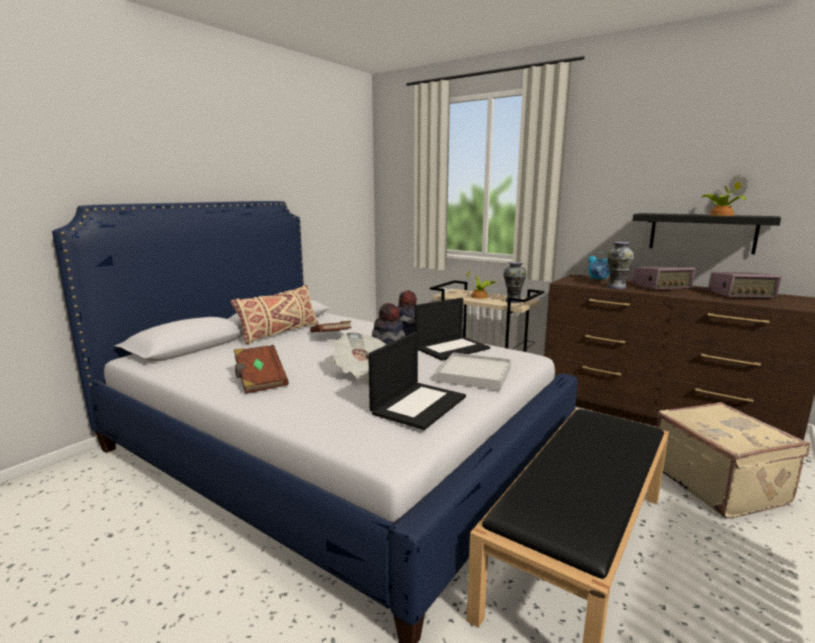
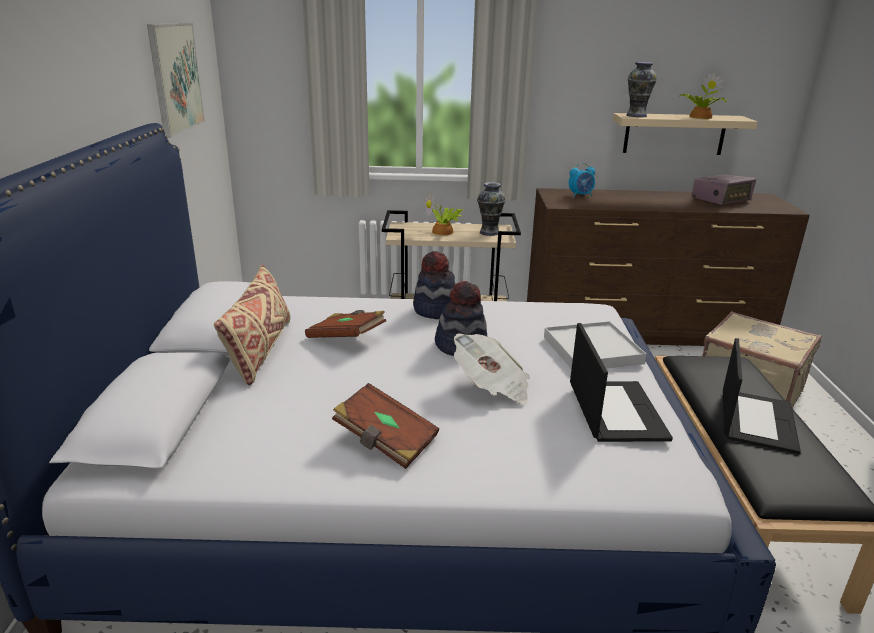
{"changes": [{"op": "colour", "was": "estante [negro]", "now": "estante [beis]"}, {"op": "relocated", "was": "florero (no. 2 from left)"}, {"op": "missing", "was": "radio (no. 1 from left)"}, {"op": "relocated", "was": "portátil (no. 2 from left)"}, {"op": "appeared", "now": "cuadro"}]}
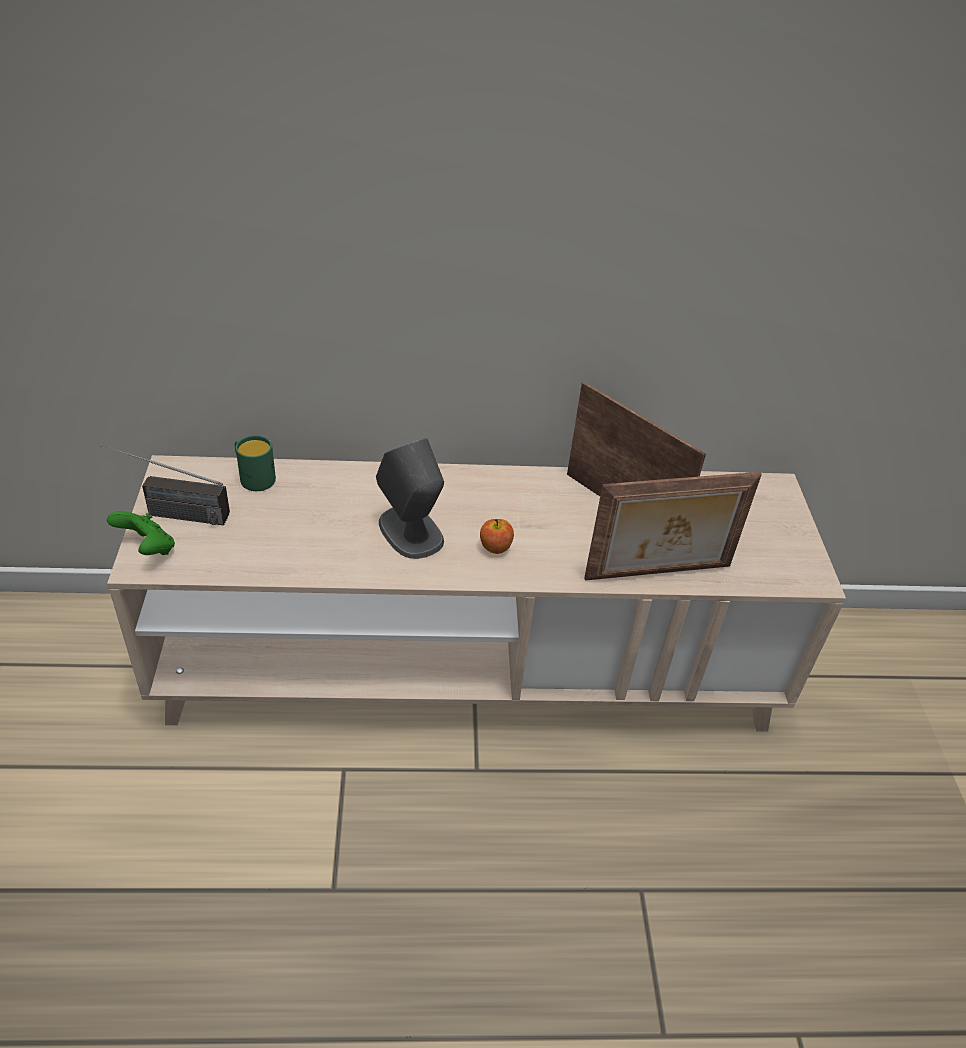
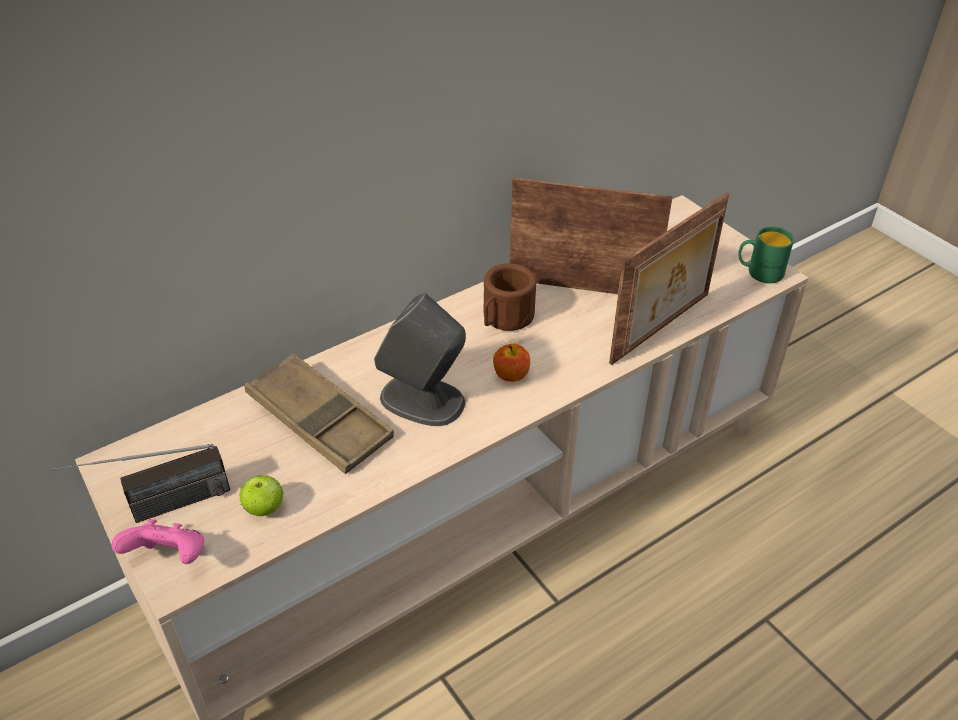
{"changes": [{"op": "relocated", "was": "taza grande [verde]"}, {"op": "colour", "was": "mando de consola [verde]", "now": "mando de consola [rosa]"}, {"op": "appeared", "now": "taza grande [marrón]"}, {"op": "appeared", "now": "bandeja [marrón]"}, {"op": "appeared", "now": "manzana (no. 1 from left)"}]}
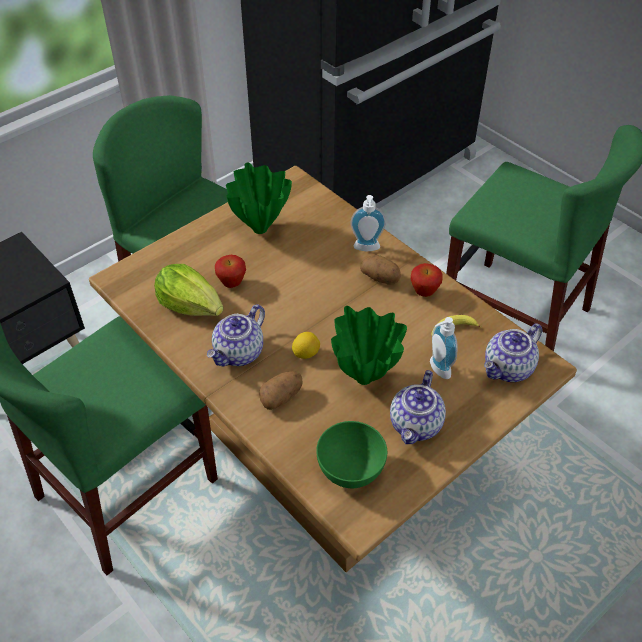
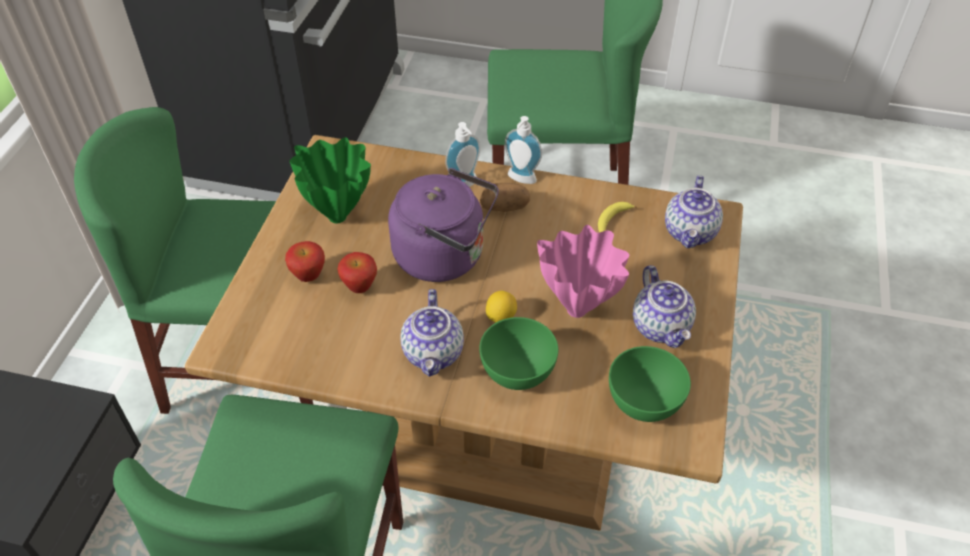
{"changes": [{"op": "relocated", "was": "manzana (no. 2 from left in the first image)", "now": "manzana (no. 1 from left)"}, {"op": "missing", "was": "lechuga"}, {"op": "colour", "was": "florero [verde] (no. 2 from left)", "now": "florero [rosa]"}, {"op": "relocated", "was": "dispensador de jabón (no. 2 from left)"}, {"op": "exchanged", "was": "patata (no. 1 from left)", "now": "cuenco [verde] (no. 1 from left)"}, {"op": "appeared", "now": "hervidor [morado]"}]}
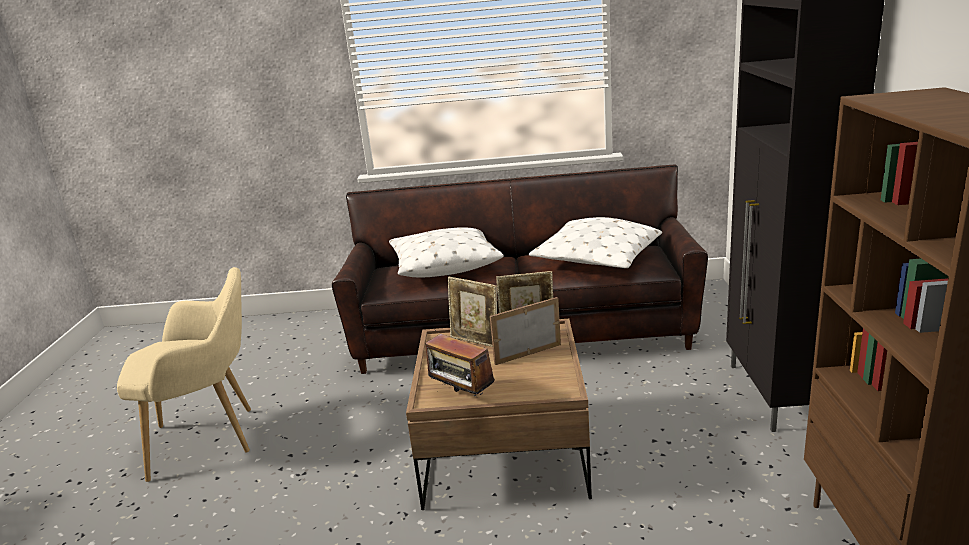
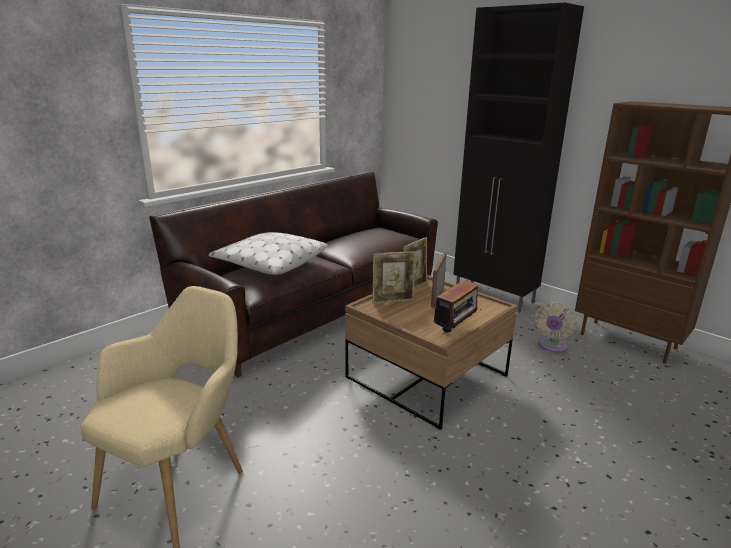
{"changes": [{"op": "missing", "was": "cojín [blanco] (no. 2 from left)"}, {"op": "spun", "was": "radio", "clockwise": -45}, {"op": "appeared", "now": "ventilador [beis]"}]}
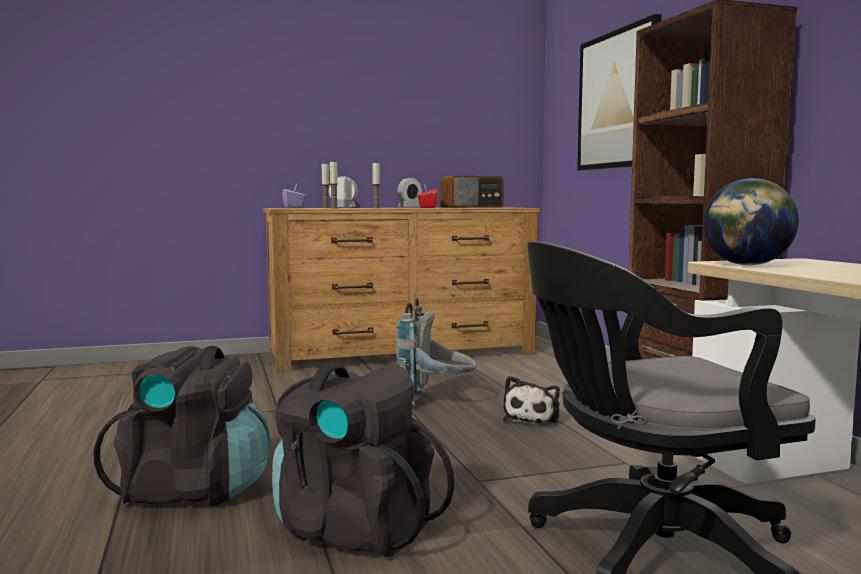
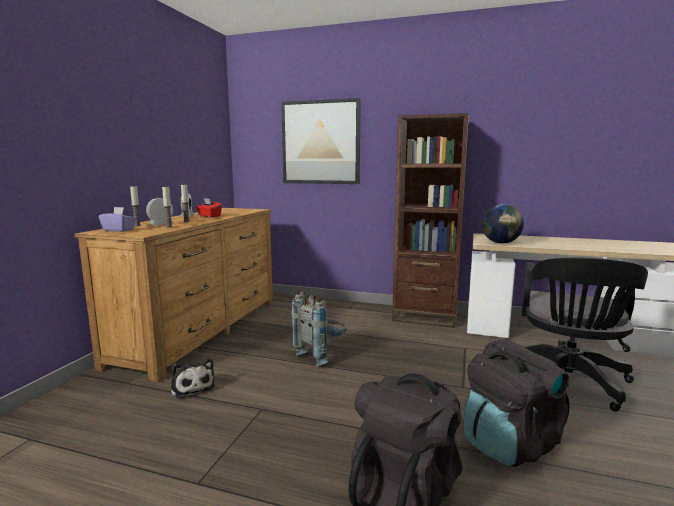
{"changes": [{"op": "missing", "was": "radio"}, {"op": "relocated", "was": "peluche"}]}
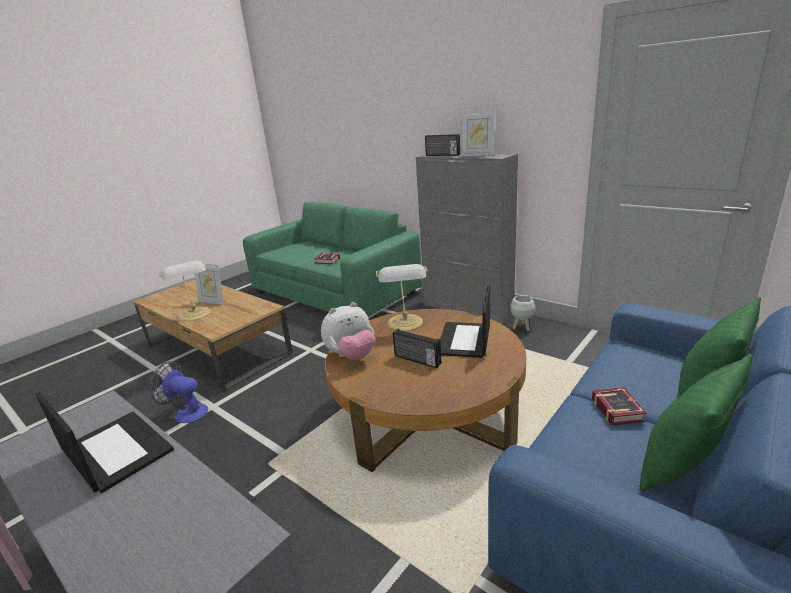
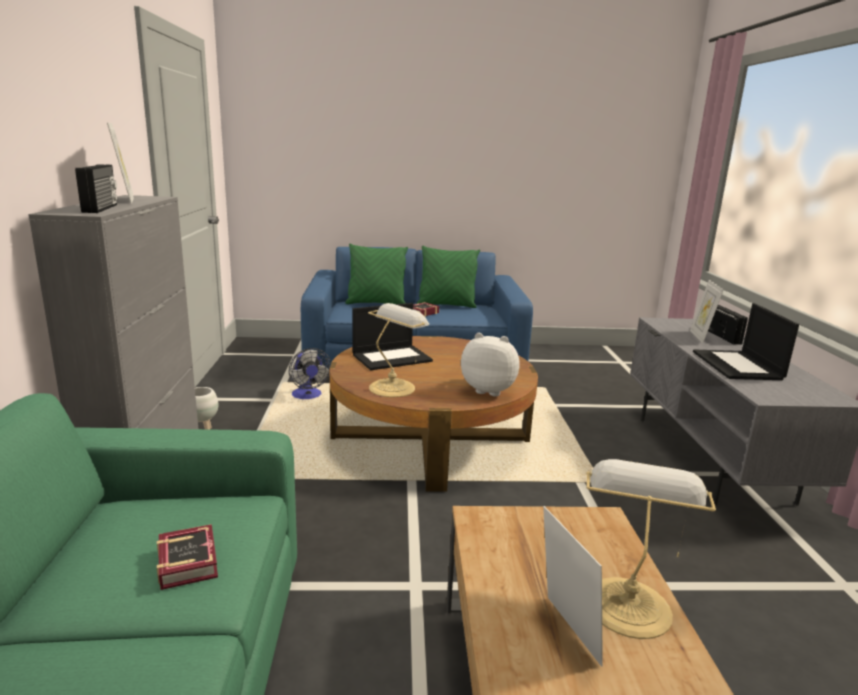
{"changes": [{"op": "relocated", "was": "radio (no. 1 from left in the first image)", "now": "radio (no. 2 from left)"}, {"op": "relocated", "was": "ventilador"}, {"op": "appeared", "now": "portarretratos (no. 3 from left)"}]}
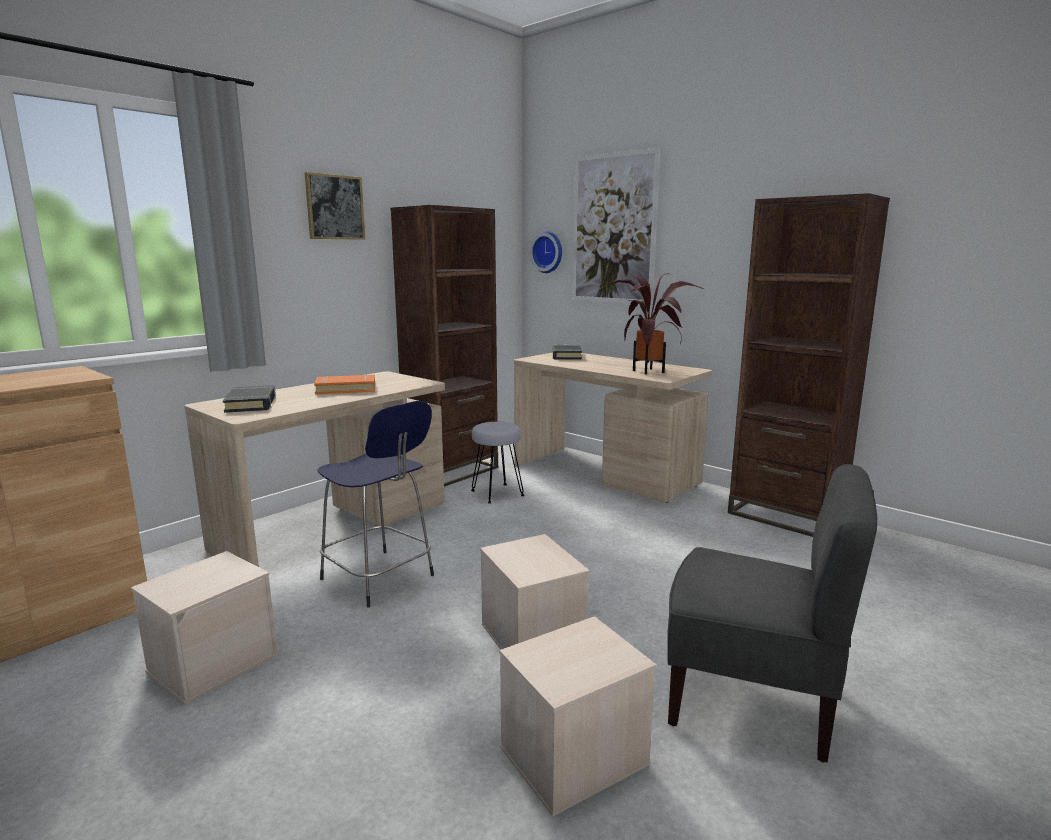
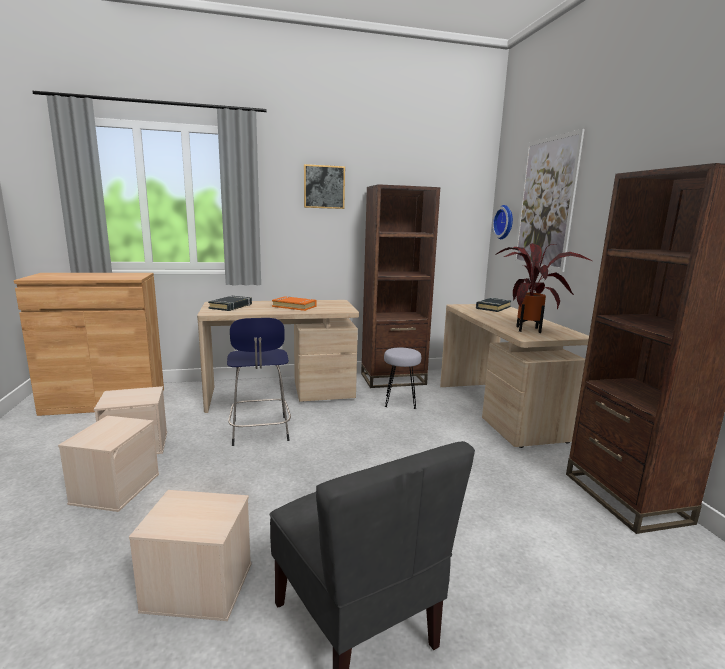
{"changes": [{"op": "relocated", "was": "caja de almacenaje [beis] (no. 2 from left in the first image)", "now": "caja de almacenaje [beis] (no. 1 from left)"}]}
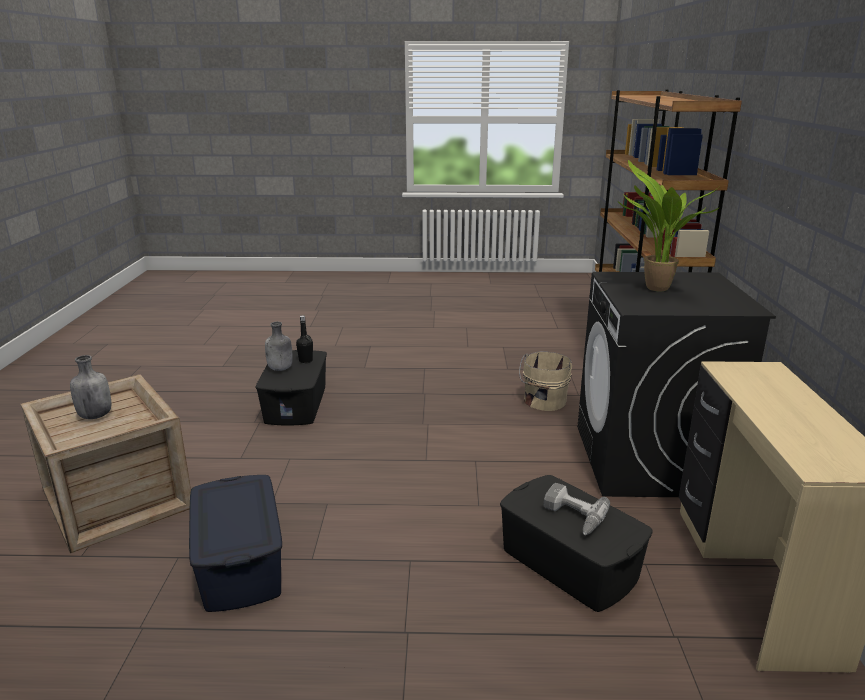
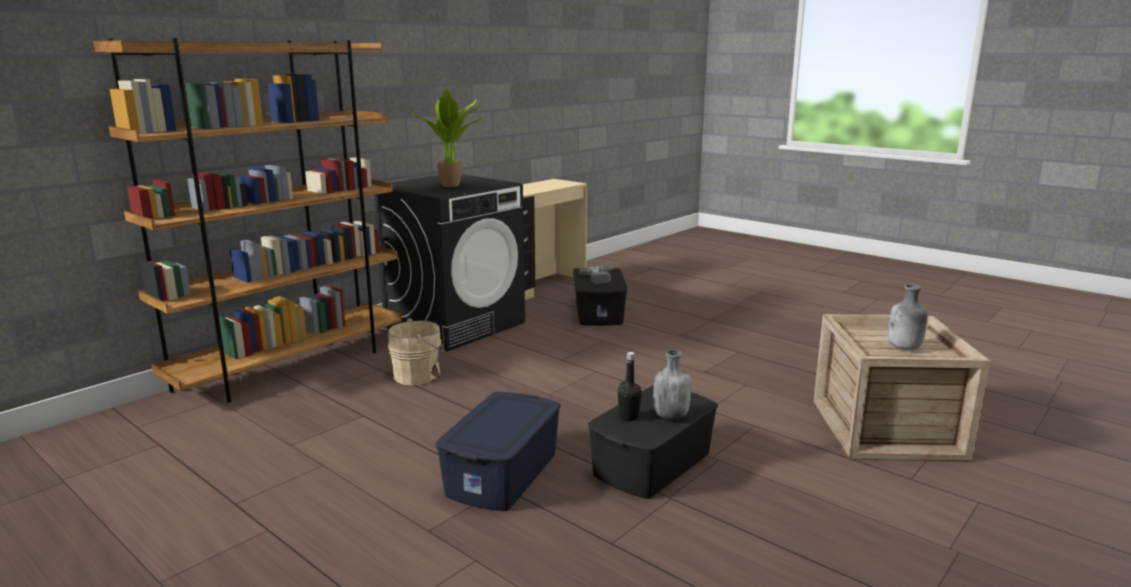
{"changes": [{"op": "relocated", "was": "caja de almacenaje [azul]"}]}
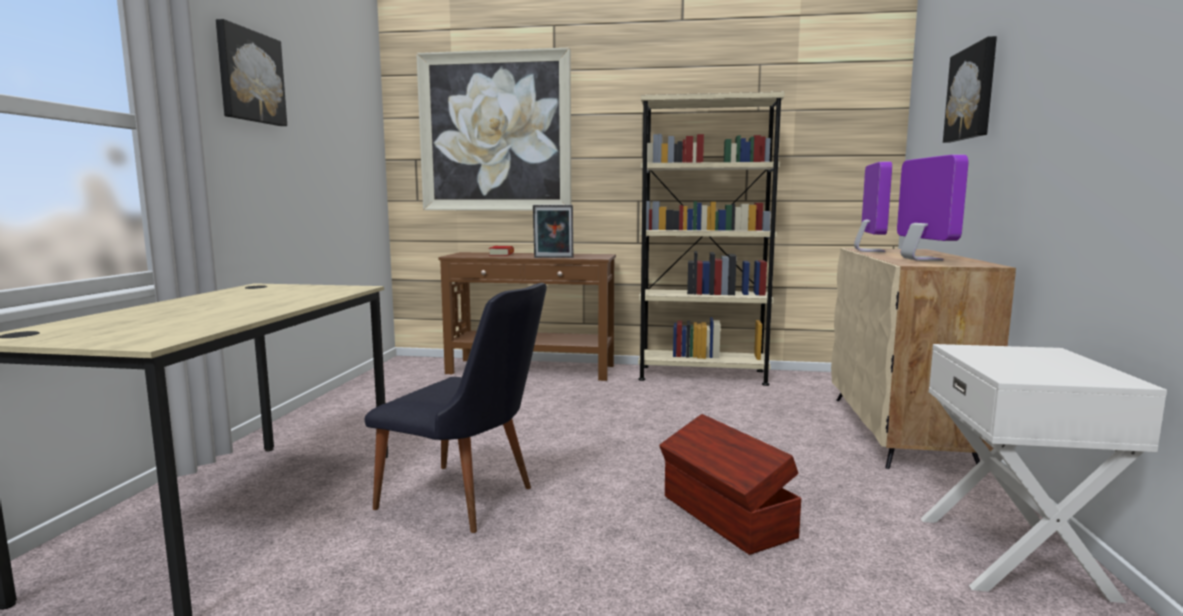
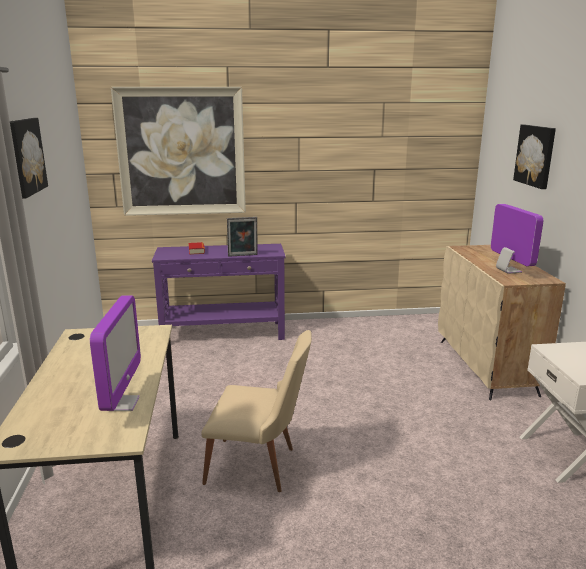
{"changes": [{"op": "missing", "was": "estantería [beis]"}, {"op": "relocated", "was": "monitor (no. 1 from left)"}, {"op": "colour", "was": "mesa consola [marrón]", "now": "mesa consola [morado]"}, {"op": "colour", "was": "silla [negro]", "now": "silla [beis]"}, {"op": "missing", "was": "caja de almacenaje [marrón]"}]}
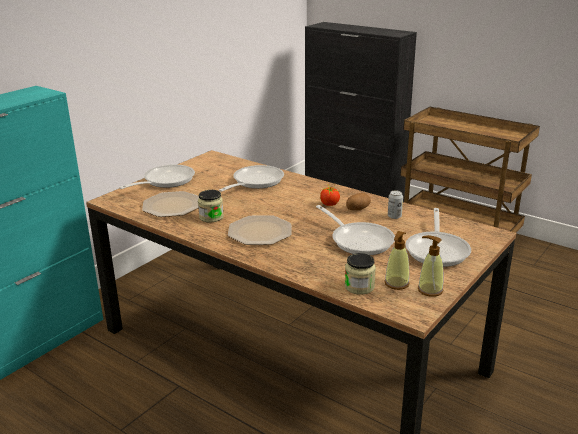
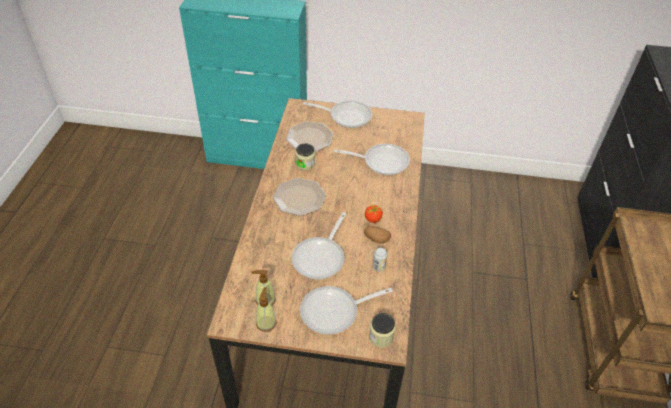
{"changes": [{"op": "relocated", "was": "tarro (no. 2 from left)"}]}
